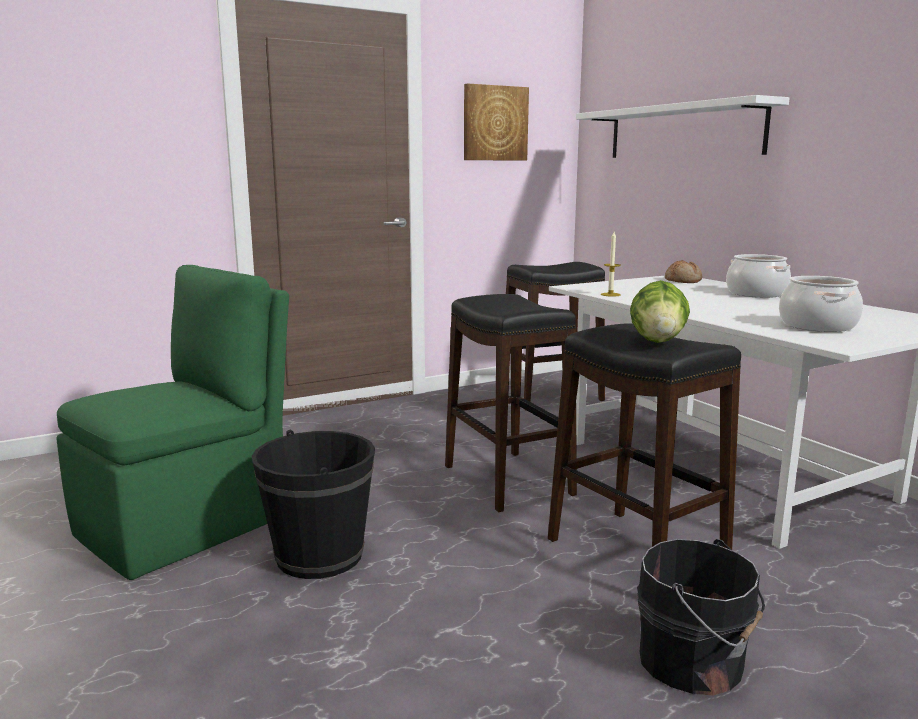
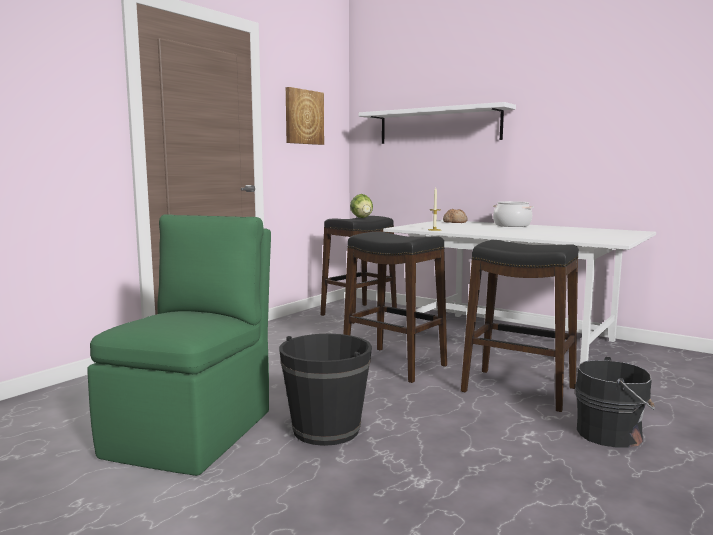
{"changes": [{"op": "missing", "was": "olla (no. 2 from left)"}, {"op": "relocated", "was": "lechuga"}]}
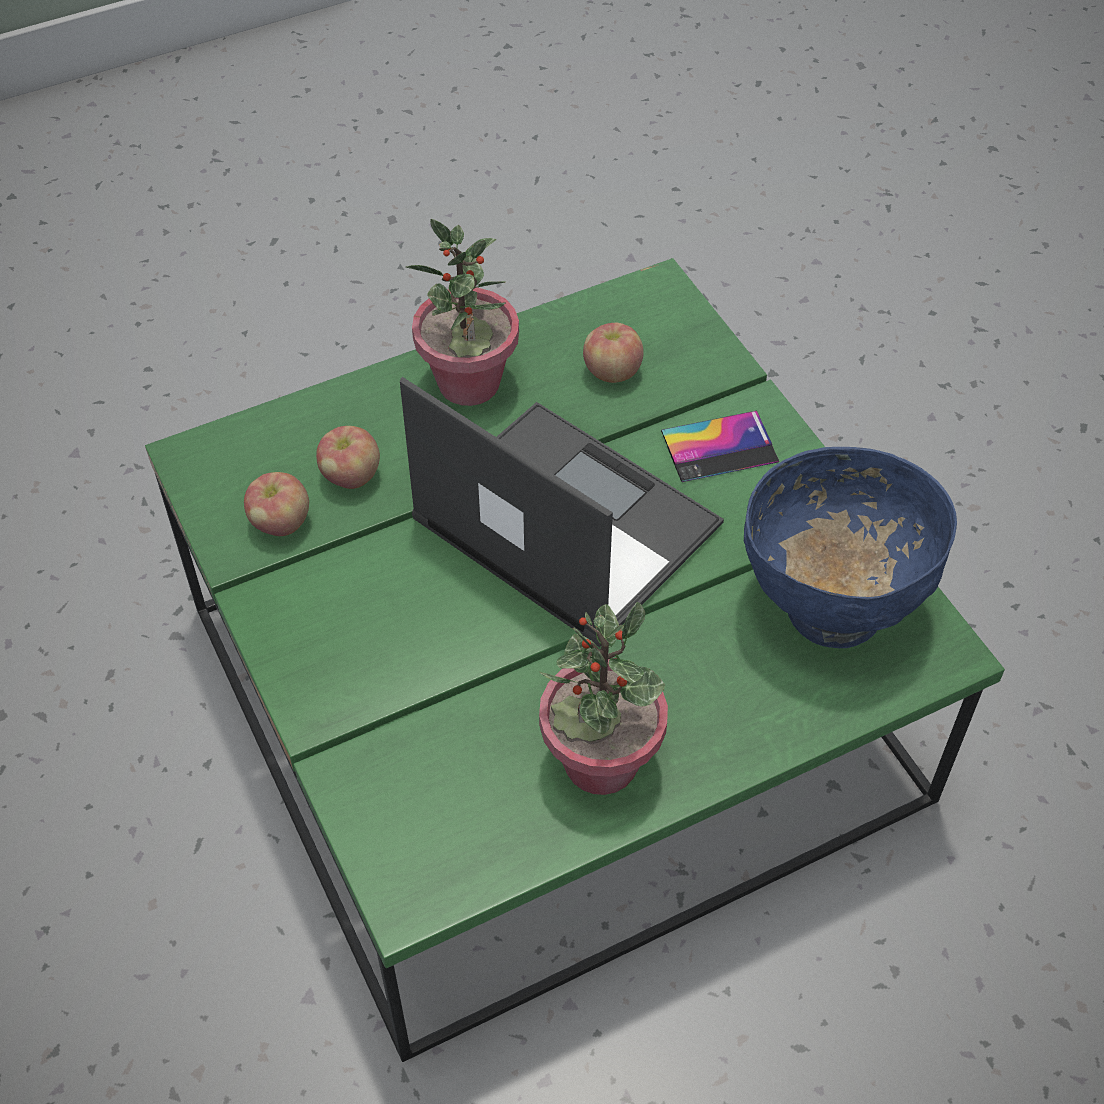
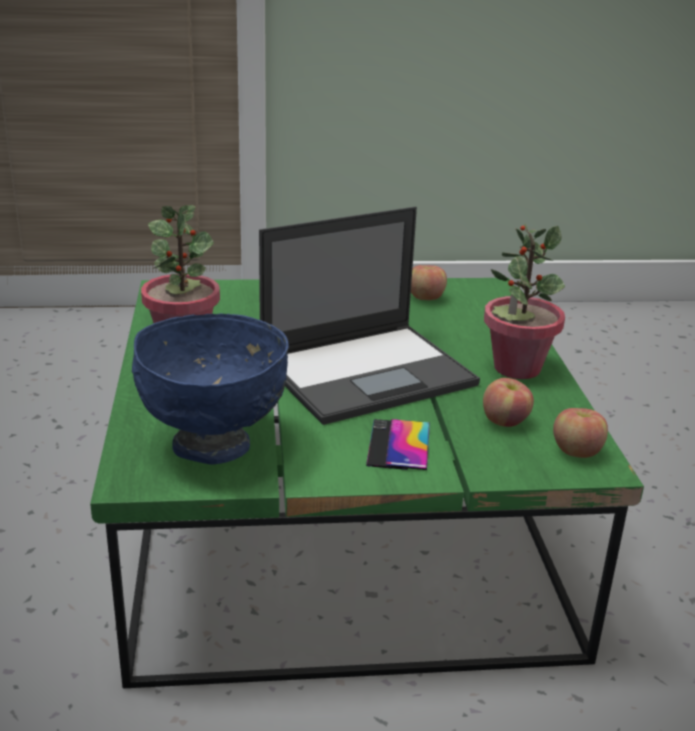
{"changes": [{"op": "relocated", "was": "manzana (no. 2 from left in the first image)", "now": "manzana (no. 3 from left)"}]}
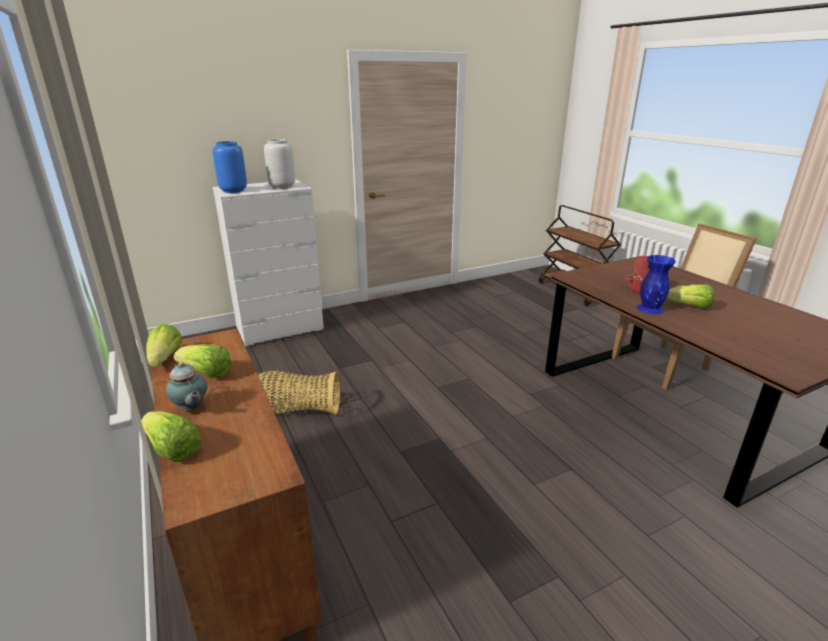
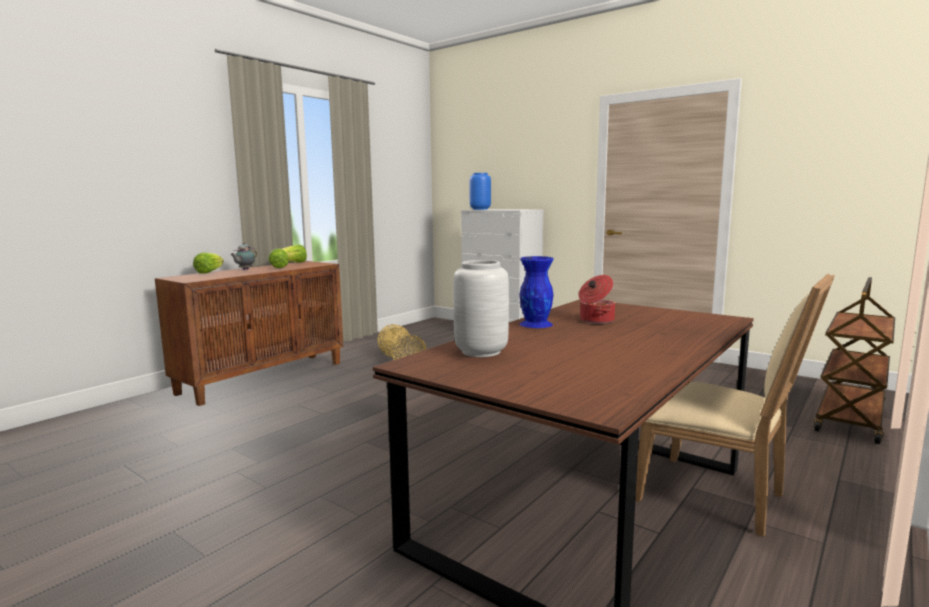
{"changes": [{"op": "relocated", "was": "florero [gris]"}, {"op": "missing", "was": "lechuga (no. 4 from left)"}]}
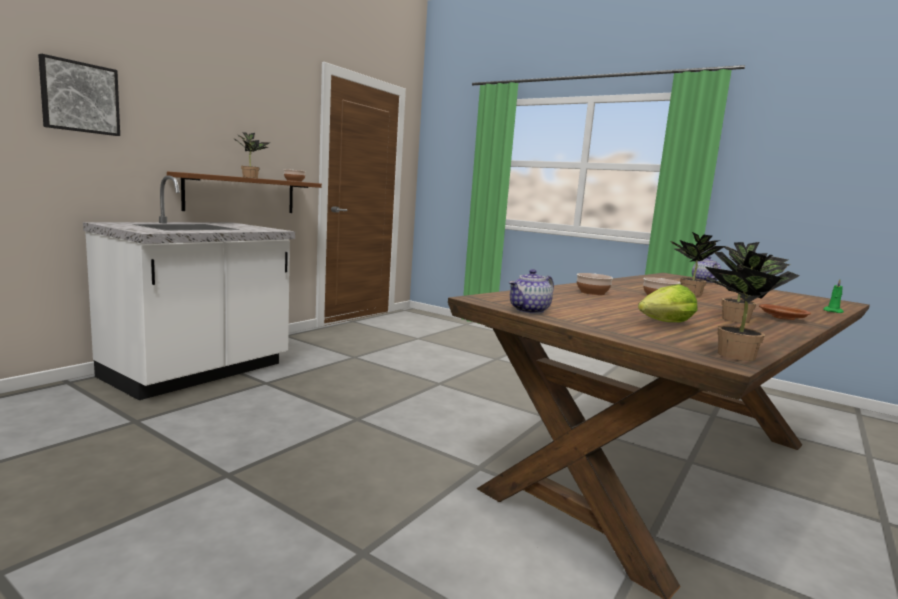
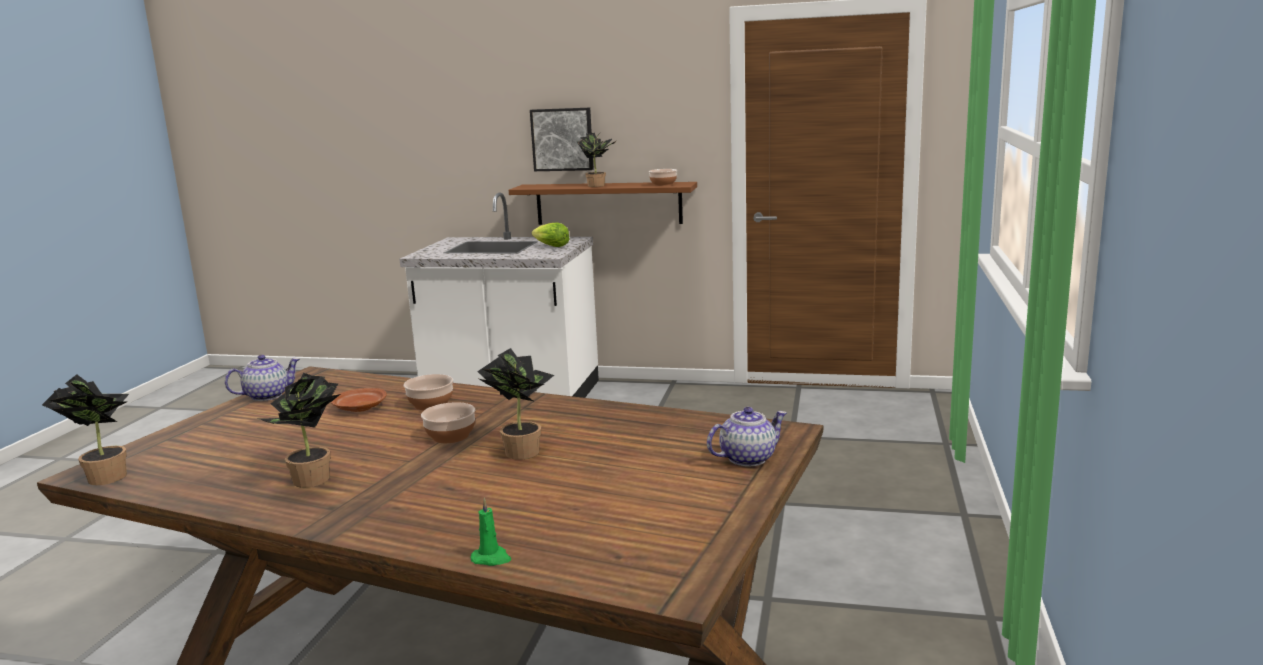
{"changes": [{"op": "relocated", "was": "cuadro"}, {"op": "spun", "was": "tetera (no. 1 from left)", "clockwise": 120}, {"op": "relocated", "was": "lechuga"}, {"op": "relocated", "was": "plato [marrón]"}]}
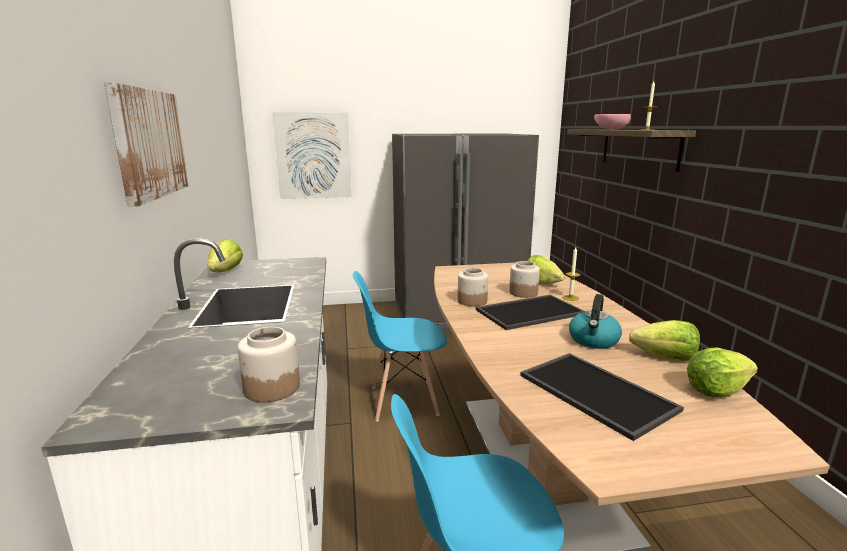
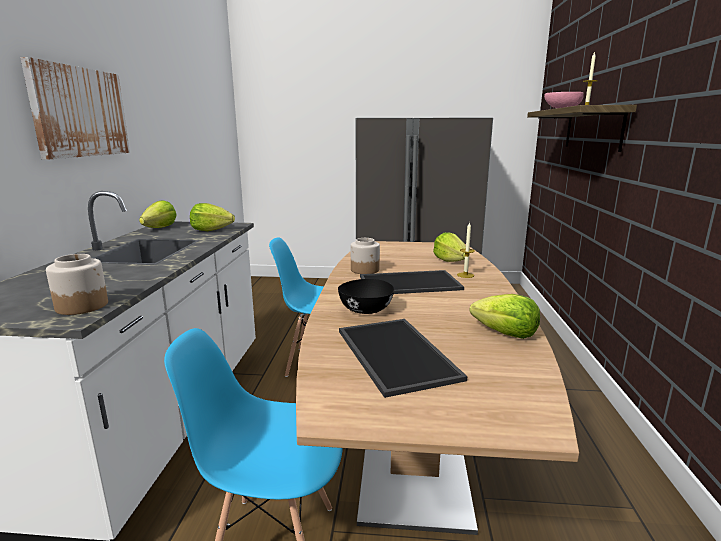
{"changes": [{"op": "missing", "was": "cuadro (no. 2 from left)"}, {"op": "missing", "was": "tarro (no. 3 from left)"}, {"op": "missing", "was": "hervidor"}, {"op": "relocated", "was": "lechuga (no. 4 from left in the first image)", "now": "lechuga (no. 2 from left)"}, {"op": "appeared", "now": "cuenco [negro]"}]}
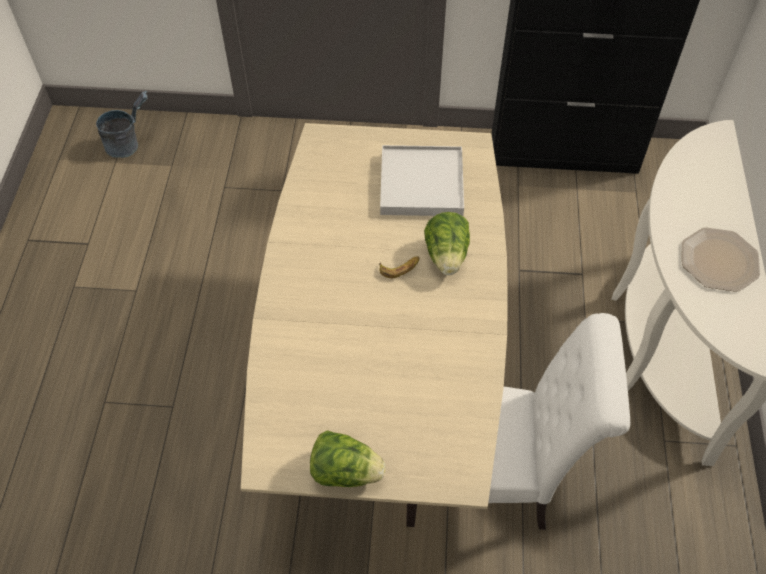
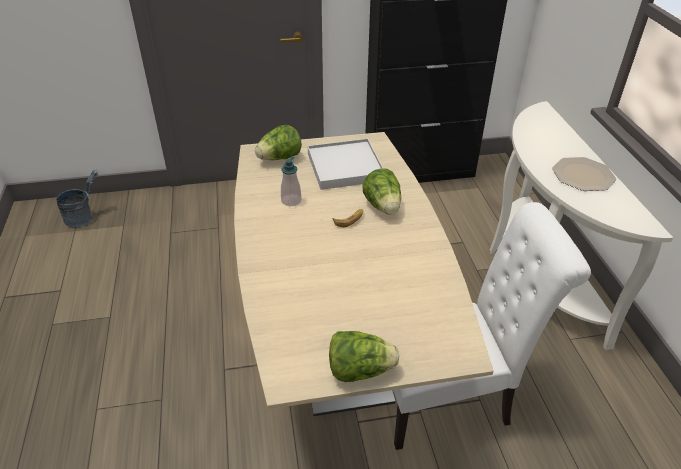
{"changes": [{"op": "appeared", "now": "lechuga (no. 1 from left)"}, {"op": "appeared", "now": "dispensador de jabón"}]}
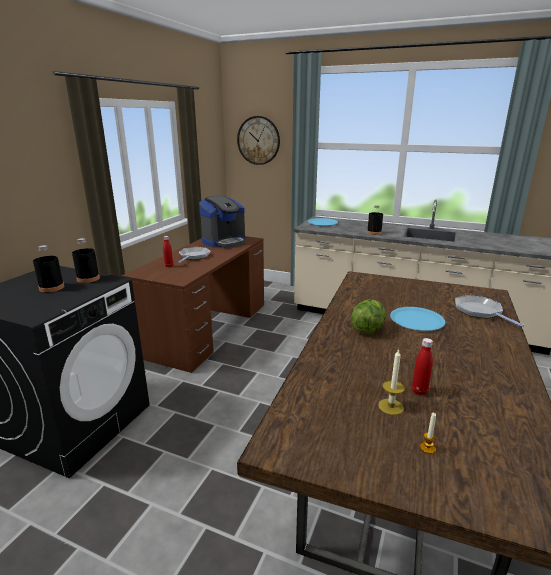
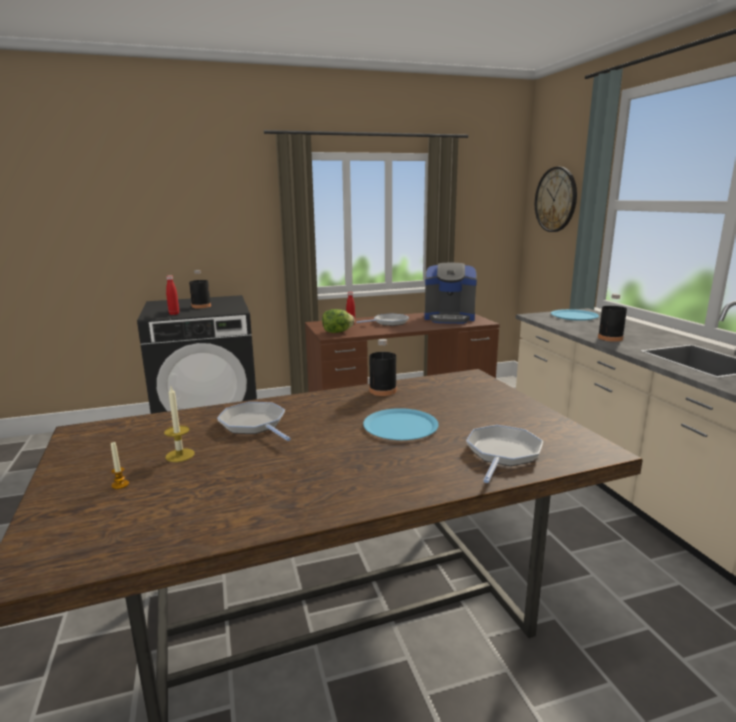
{"changes": [{"op": "relocated", "was": "botella [negro] (no. 2 from left)"}, {"op": "relocated", "was": "lechuga"}, {"op": "relocated", "was": "botella [rojo] (no. 2 from left in the first image)", "now": "botella [rojo] (no. 1 from left)"}, {"op": "appeared", "now": "sartén (no. 1 from left)"}]}
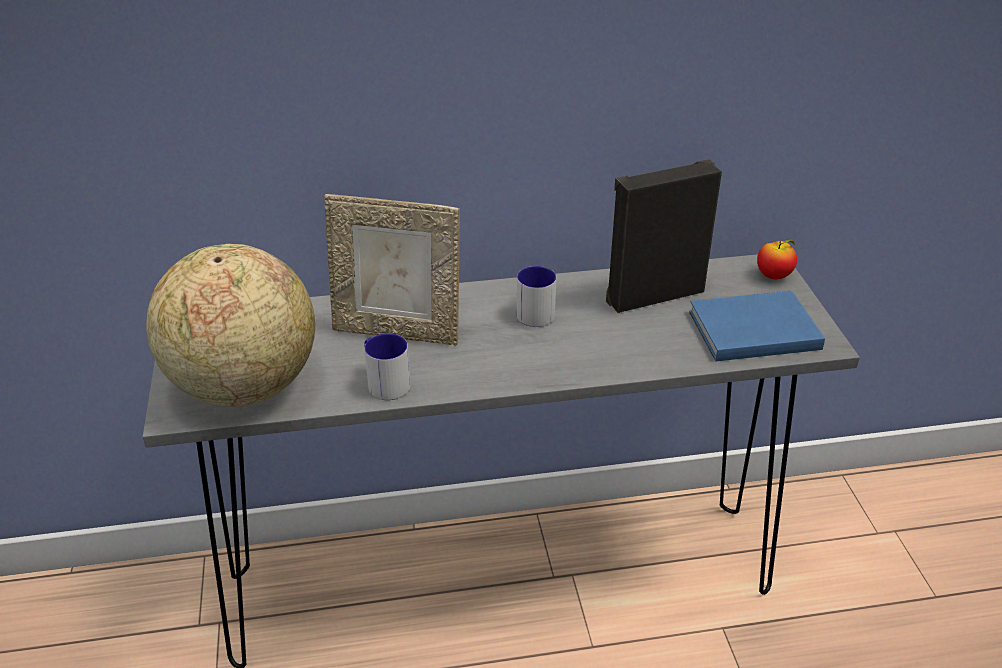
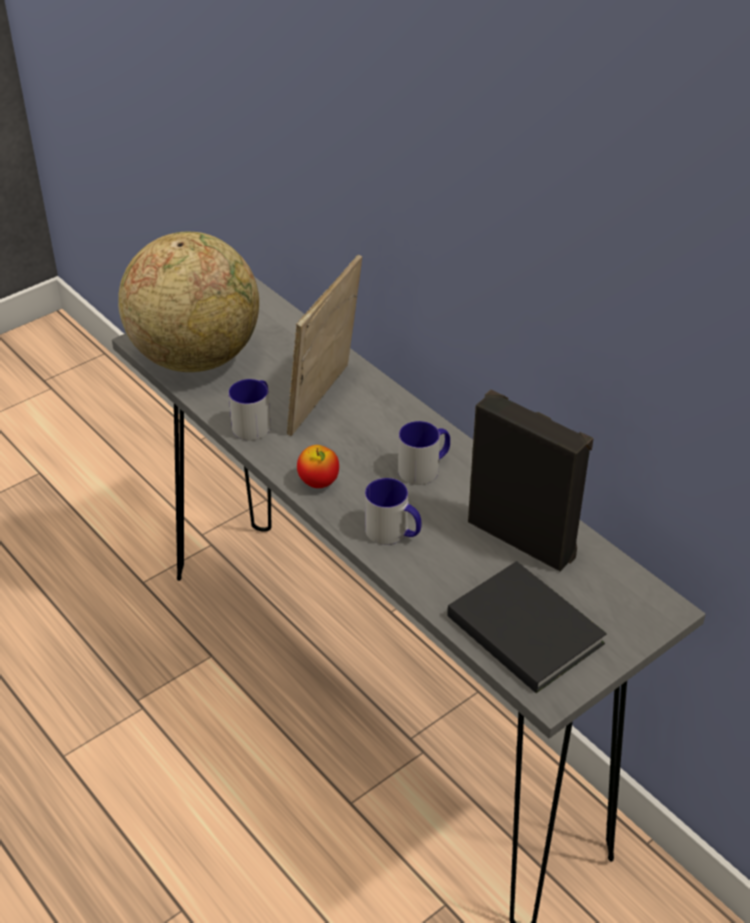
{"changes": [{"op": "spun", "was": "portarretratos", "clockwise": 45}, {"op": "relocated", "was": "manzana"}, {"op": "colour", "was": "libro [azul]", "now": "libro [negro]"}, {"op": "appeared", "now": "taza grande (no. 2 from left)"}]}
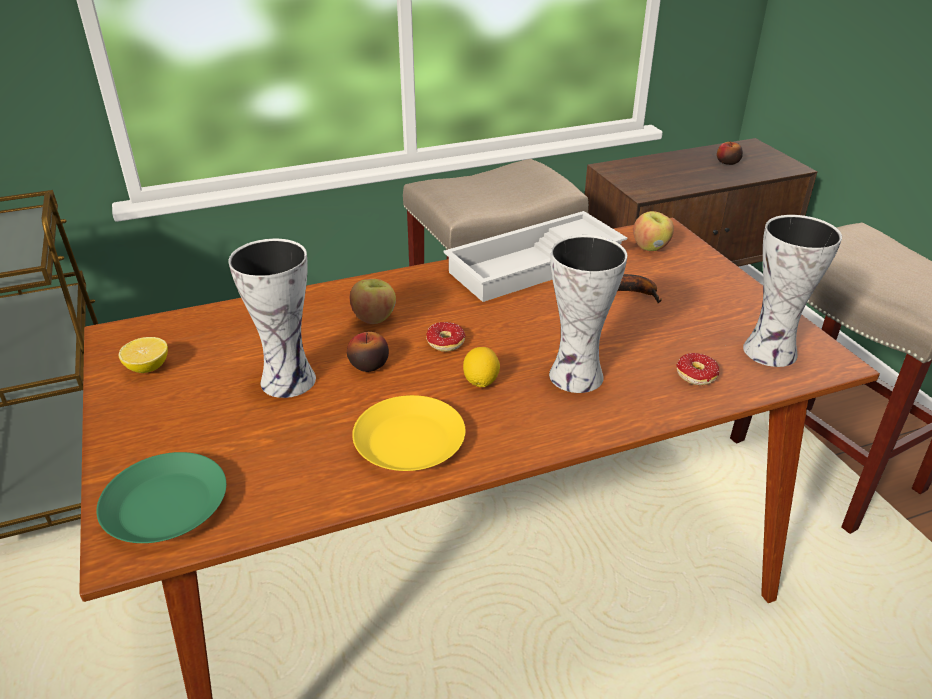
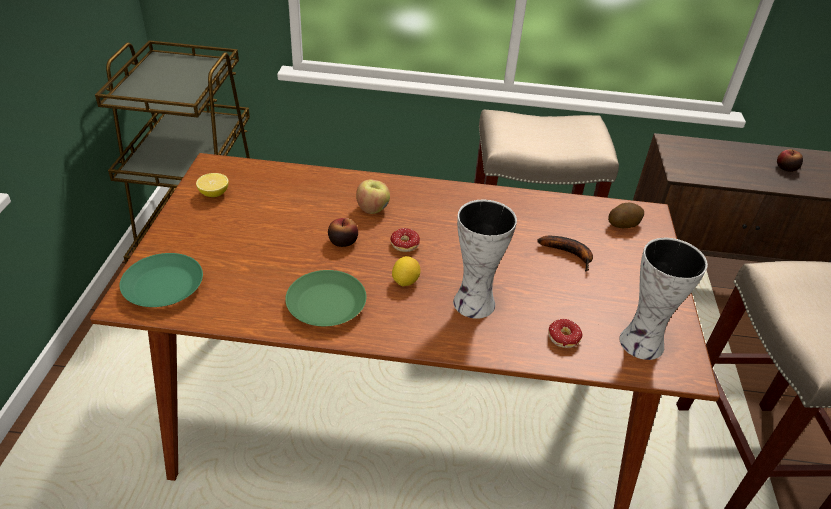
{"changes": [{"op": "missing", "was": "bandeja [blanco]"}, {"op": "exchanged", "was": "manzana (no. 3 from left)", "now": "patata"}, {"op": "missing", "was": "florero (no. 1 from left)"}, {"op": "colour", "was": "plato [amarillo]", "now": "plato [verde] (no. 2 from left)"}]}
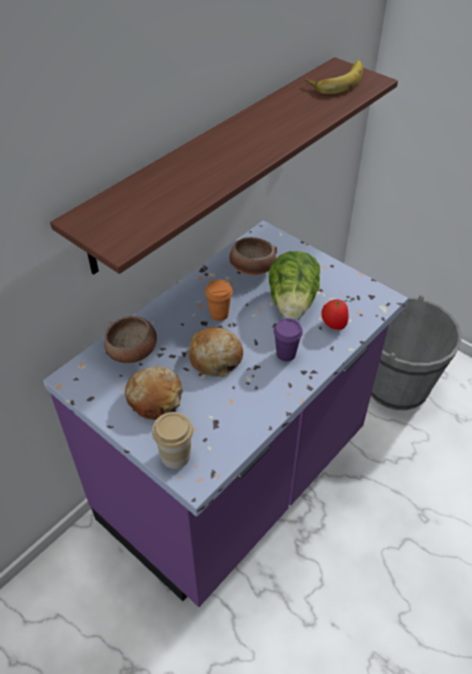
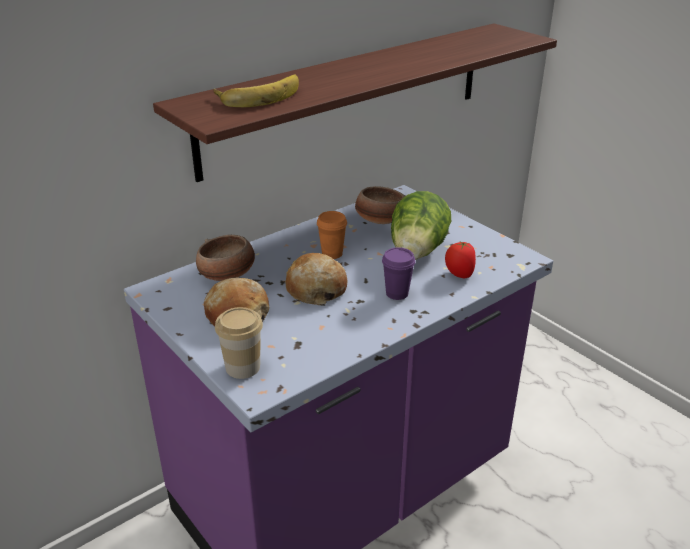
{"changes": [{"op": "relocated", "was": "plátano"}, {"op": "missing", "was": "cubo [gris]"}]}
